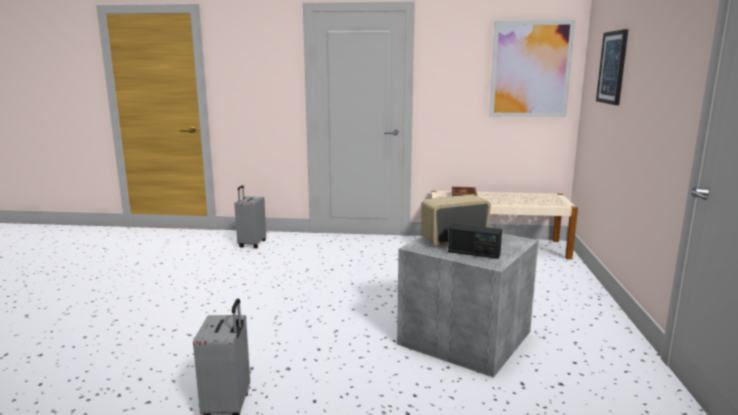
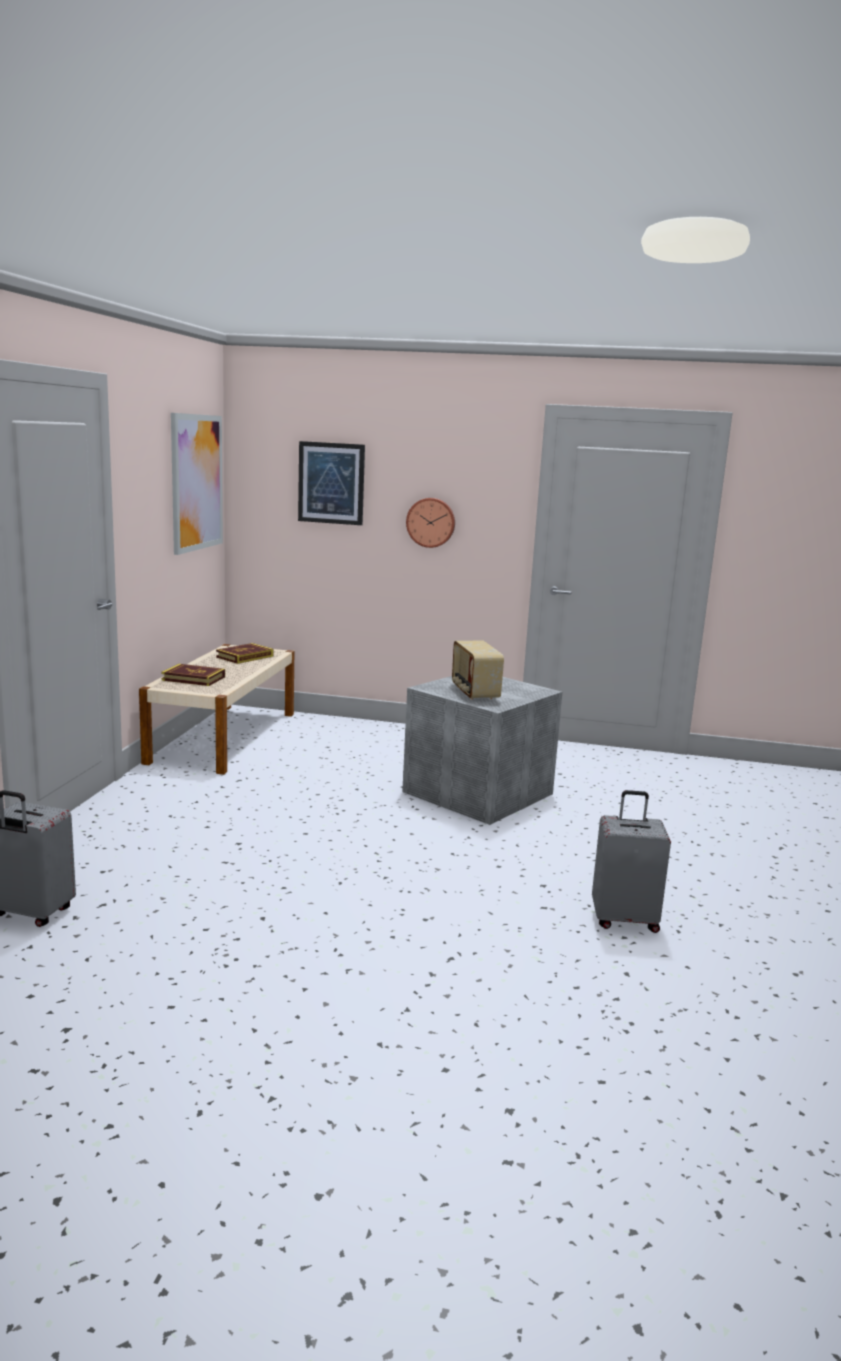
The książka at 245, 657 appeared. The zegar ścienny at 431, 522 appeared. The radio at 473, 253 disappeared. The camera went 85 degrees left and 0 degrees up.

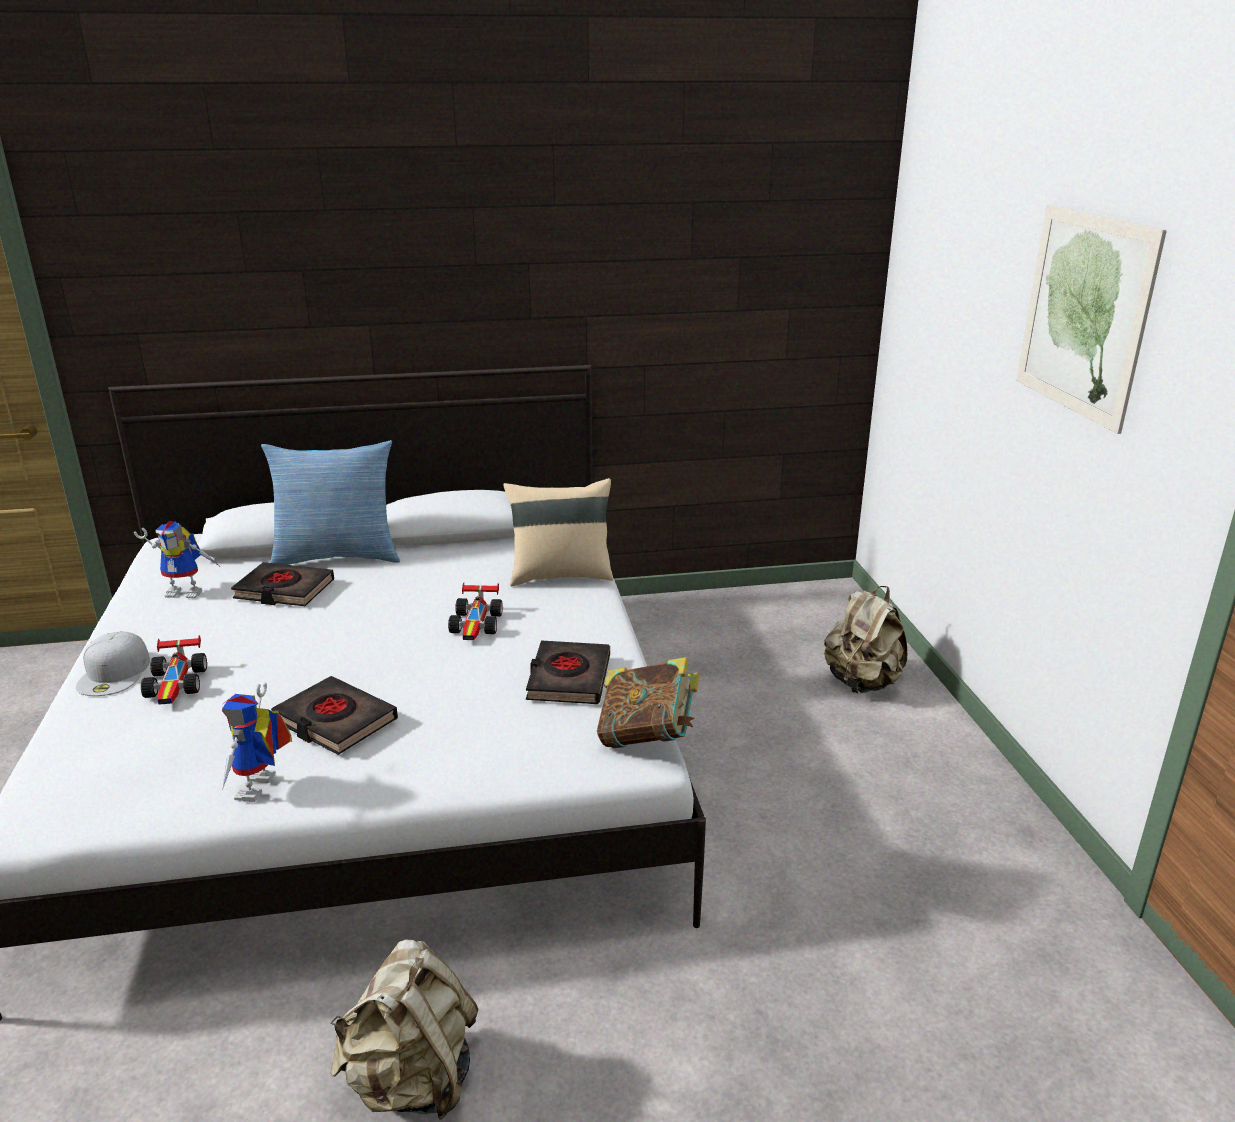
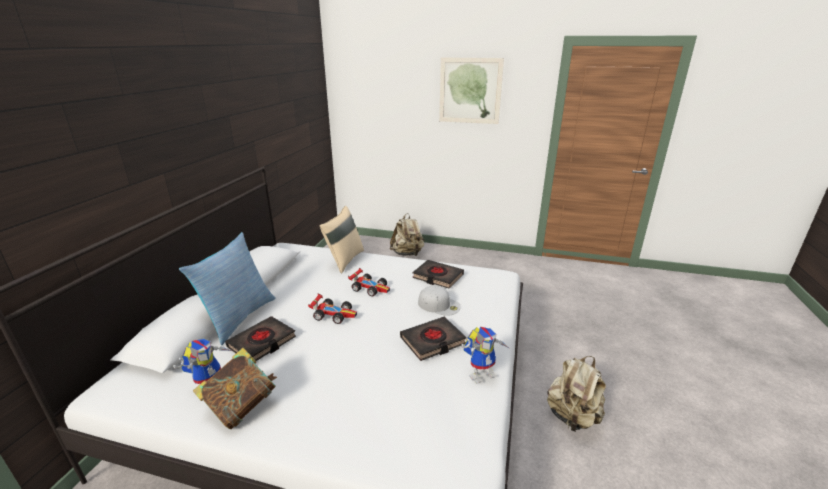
The książka moved from 648, 737 to 242, 406. The samochodzik moved from 178, 683 to 334, 314. The czapka z daszkiem/biały moved from 115, 673 to 439, 305. The robot zabawkowy at 261, 790 turned 60 degrees counterclockwise. The camera went 65 degrees left and 0 degrees up.

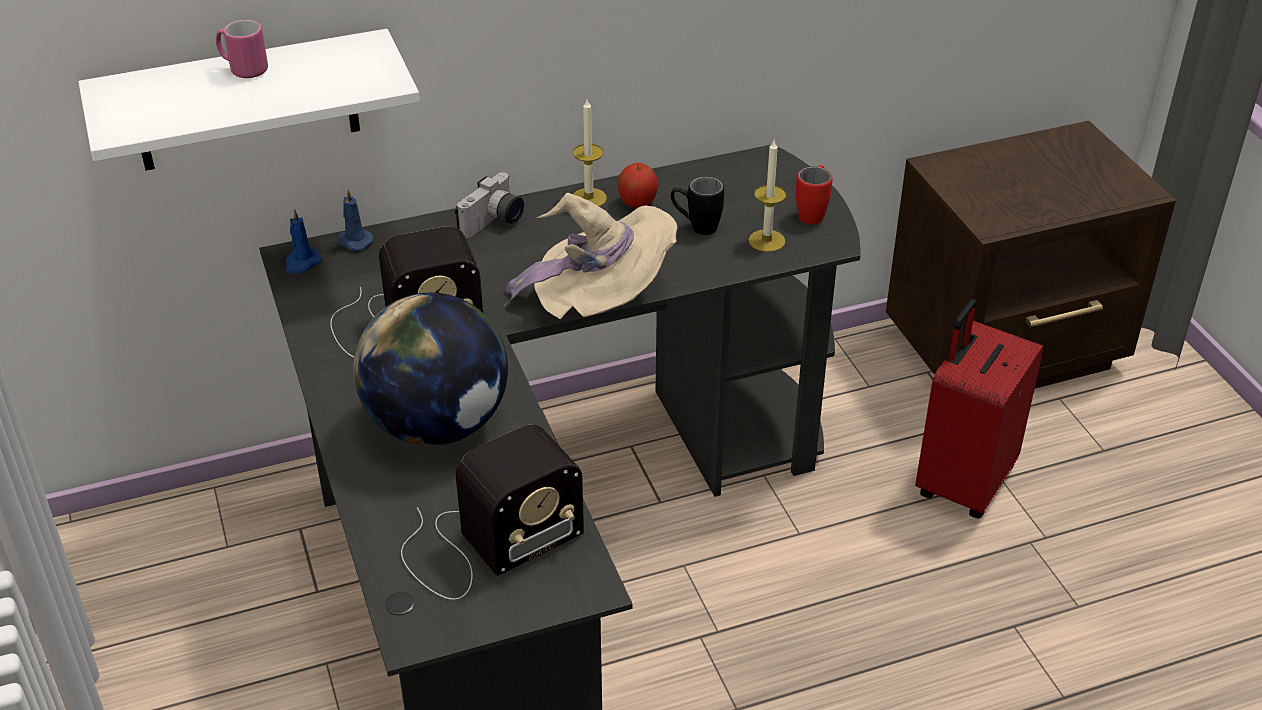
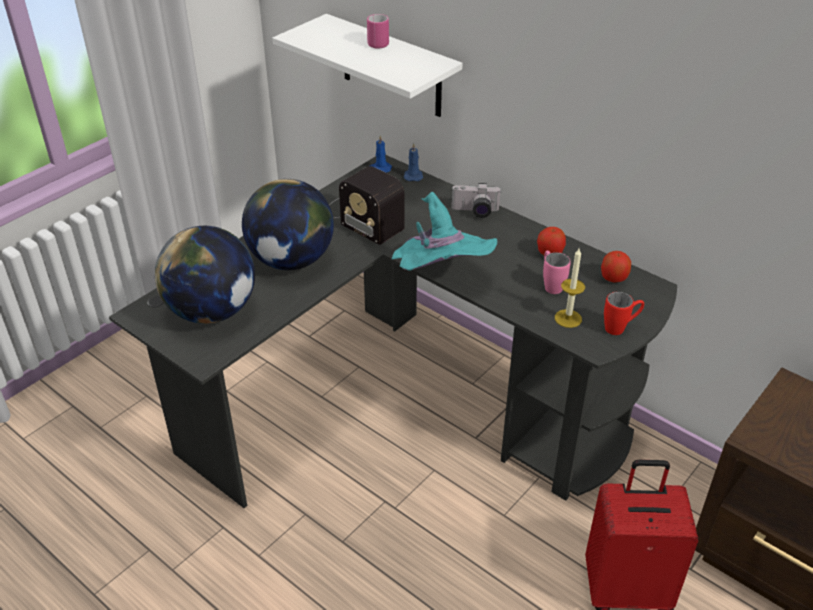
The radio at 485, 544 was replaced by the globus at 212, 311. The kapelusz/beżowy at 601, 304 became the kapelusz/turkusowy at 440, 276. The kubek/czarny at 696, 227 became the kubek/różowy at 551, 284. The jabłko at 613, 278 appeared. The świeca at 589, 198 disappeared. The camera went 60 degrees right and 0 degrees up.

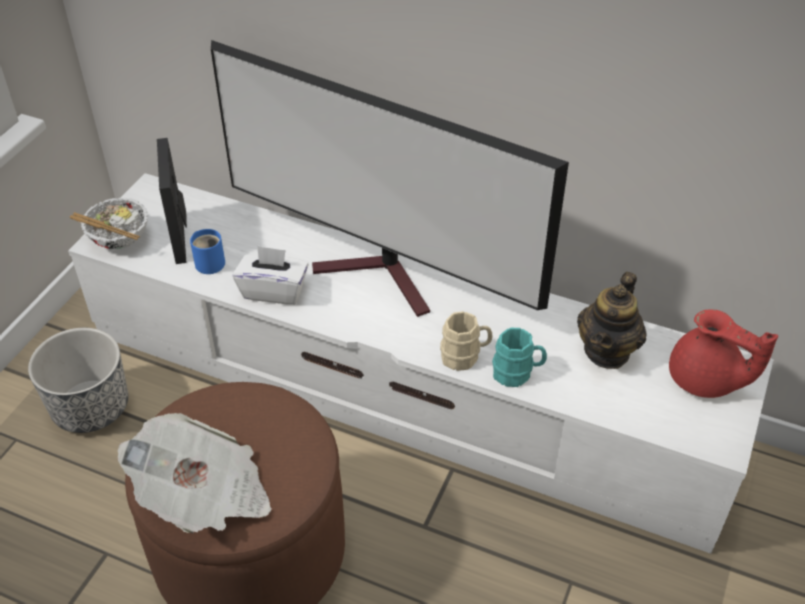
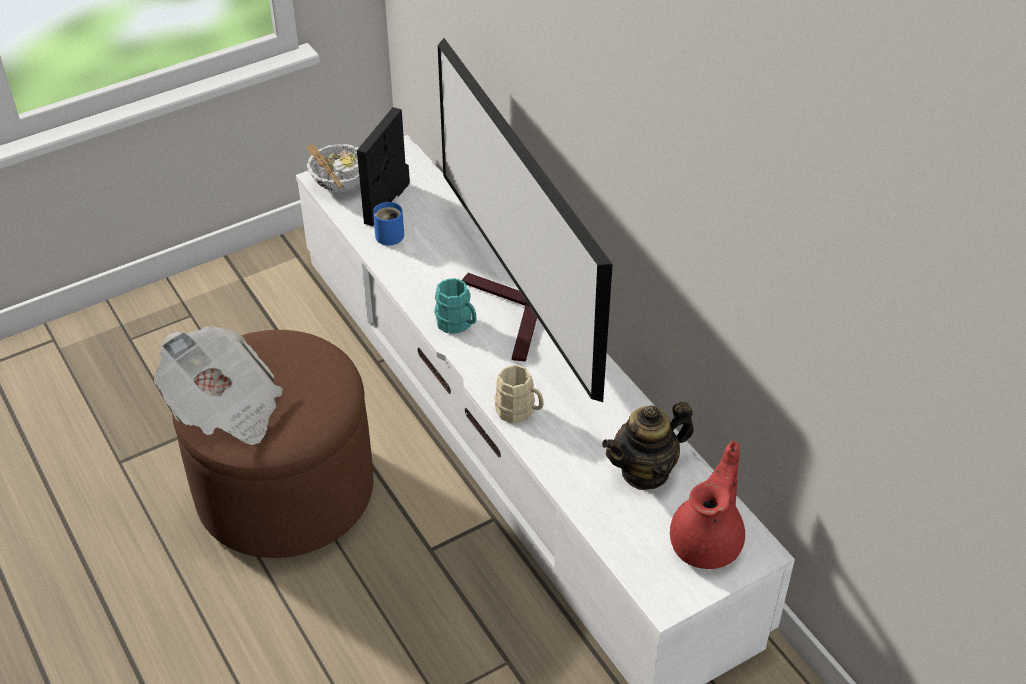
The kubek/turkusowy moved from 517, 373 to 457, 324. The imbryk/czerwony at 705, 380 turned 135 degrees counterclockwise. The donica at 91, 406 disappeared. The pudełko chusteczek/biały at 274, 290 disappeared. The camera went 35 degrees right and 0 degrees up.

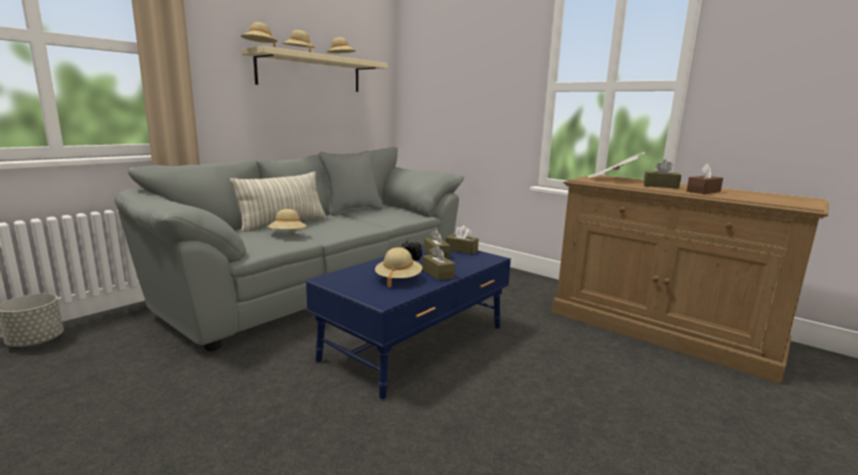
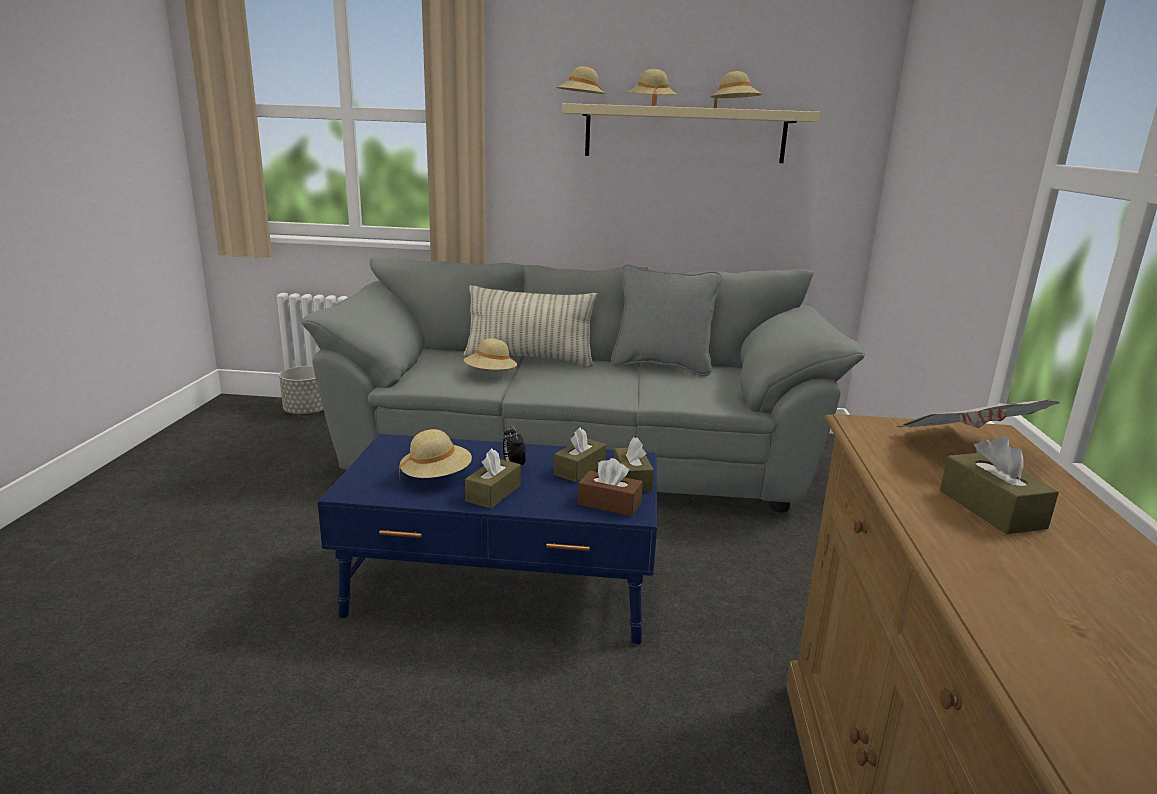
The pudełko chusteczek/brązowy moved from 703, 191 to 609, 504. The camera went 55 degrees right and 5 degrees up.

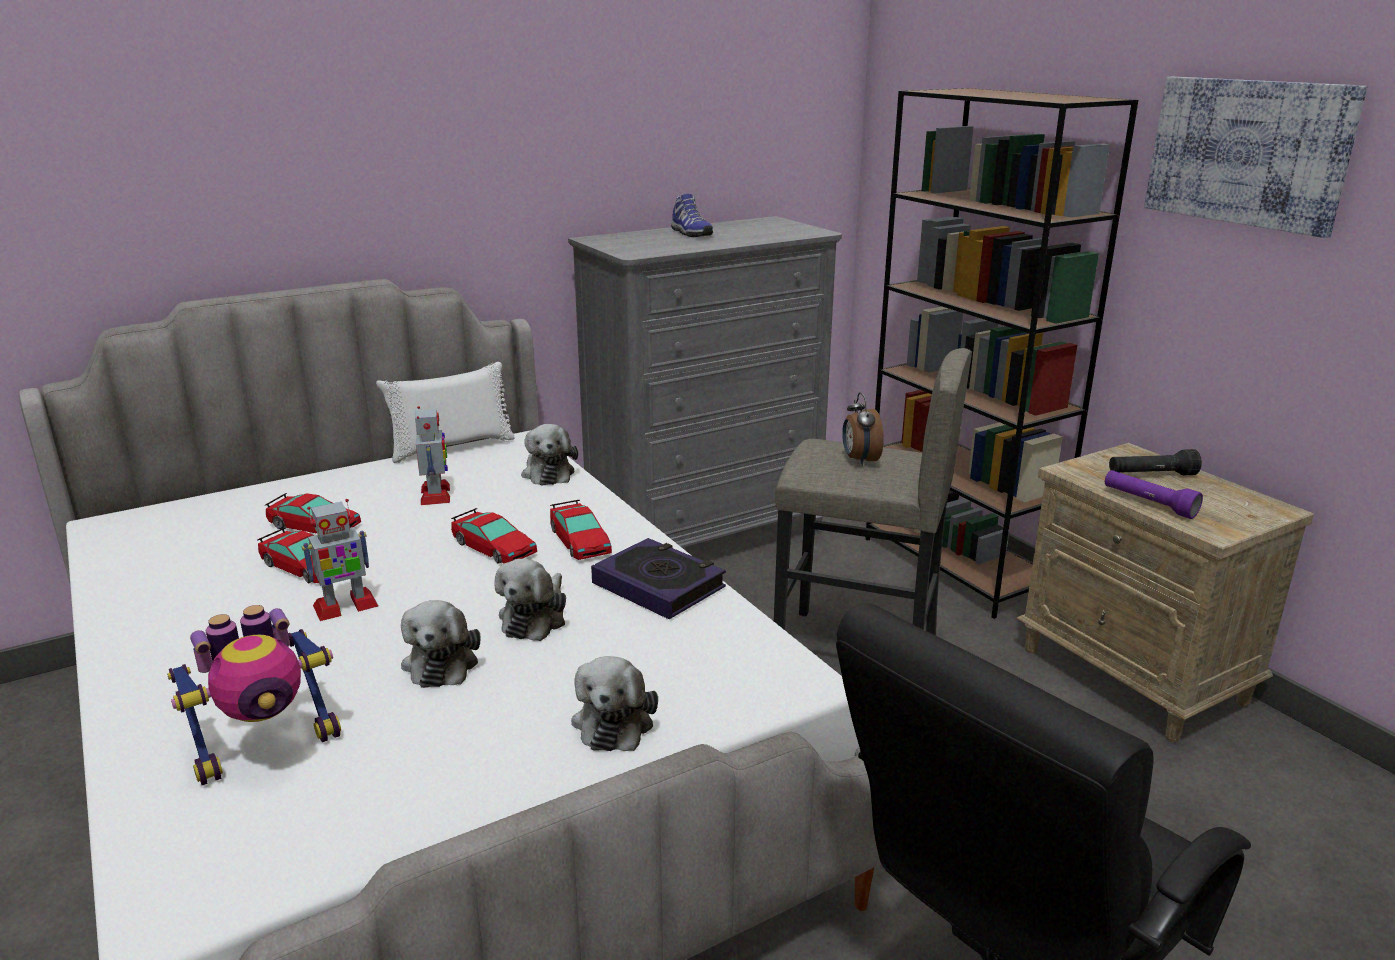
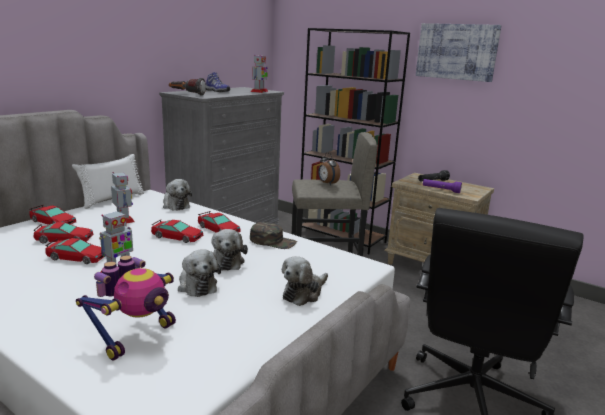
The samochodzik at 52, 222 appeared. The latarka at 187, 94 appeared. The książka at 659, 585 was replaced by the czapka z daszkiem/zielony at 273, 241. The robot zabawkowy at 259, 91 appeared. The pluszak at 614, 720 turned 60 degrees clockwise. The camera went 25 degrees left and 5 degrees down.

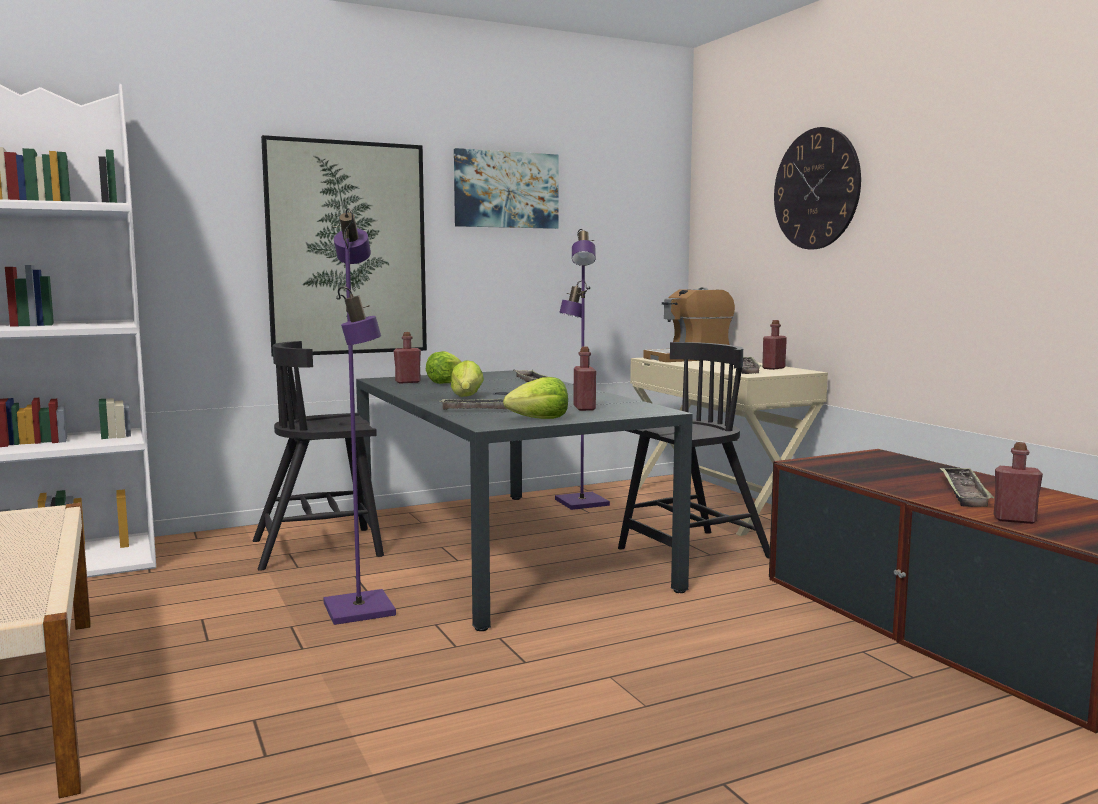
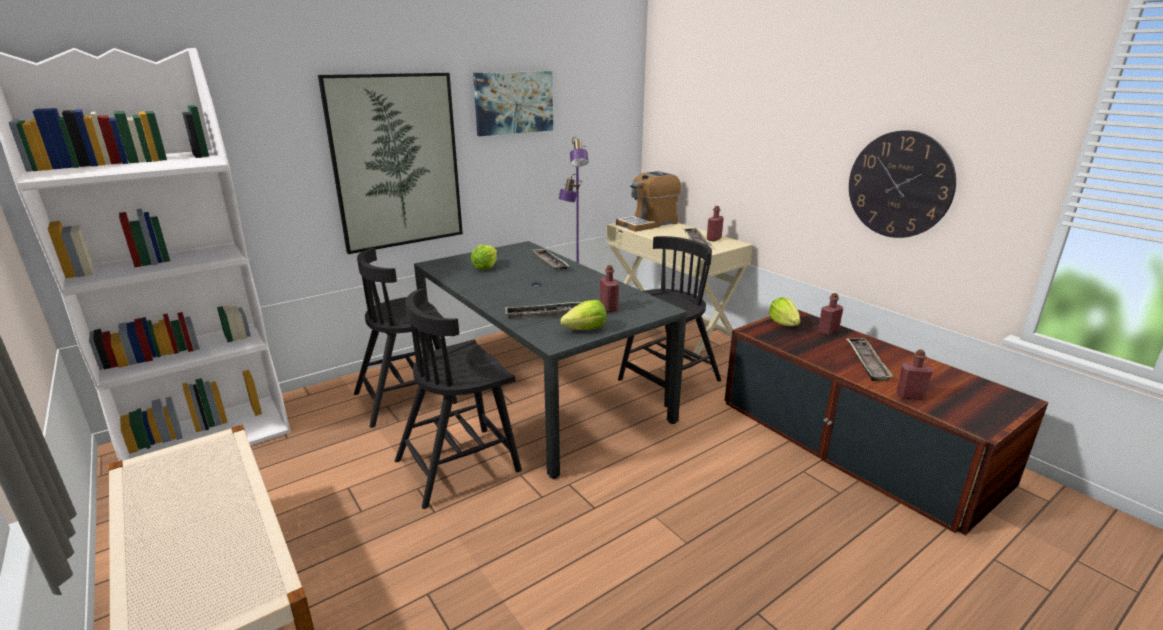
The lampa stojąca/fioletowy at 359, 609 was replaced by the krzesło/czarny at 460, 464. The sałata moved from 467, 396 to 783, 324. The butelka/czerwony moved from 408, 382 to 828, 332. The zegar ścienny moved from 816, 189 to 899, 185. The camera went 10 degrees left and 15 degrees up.

